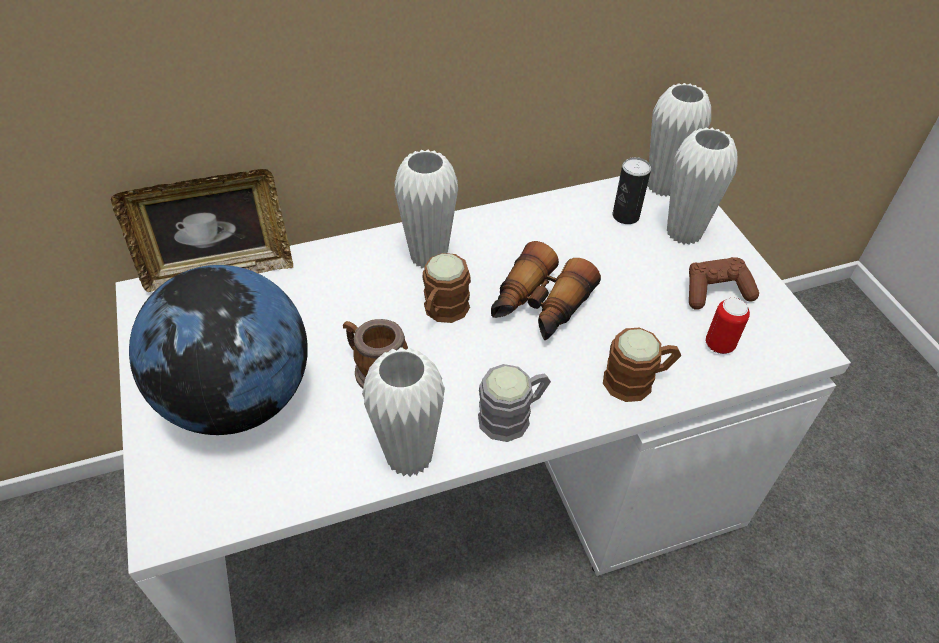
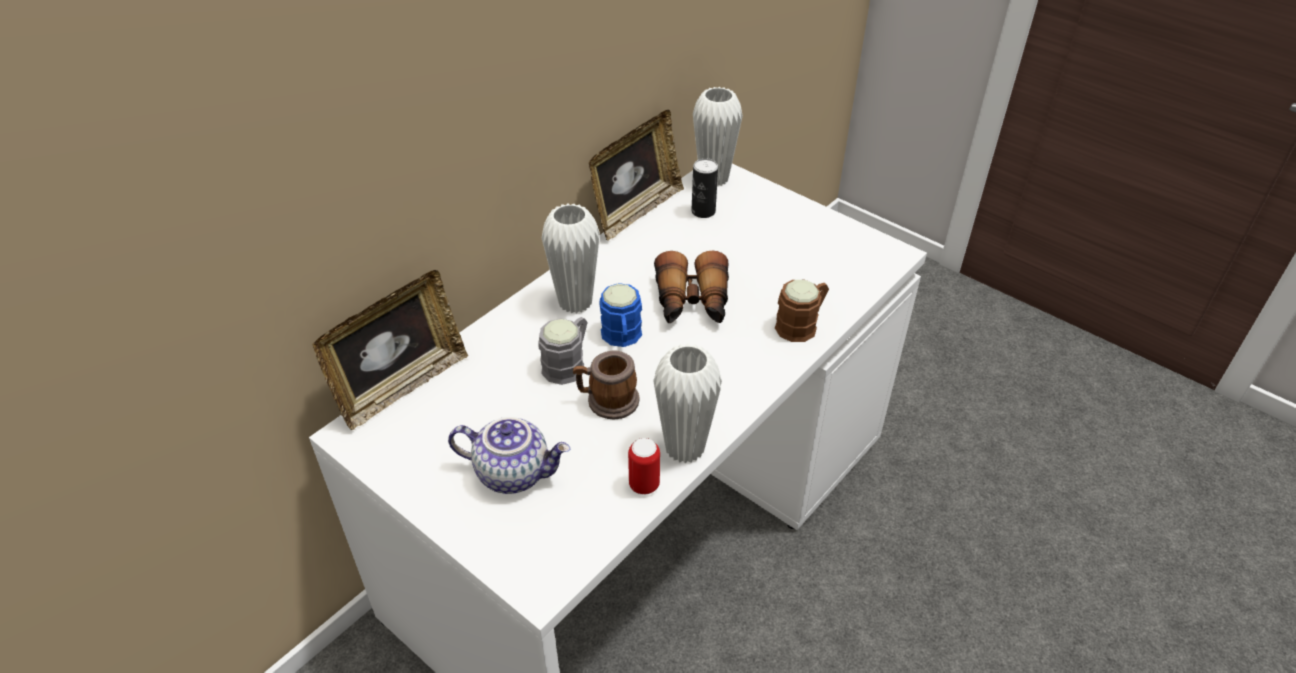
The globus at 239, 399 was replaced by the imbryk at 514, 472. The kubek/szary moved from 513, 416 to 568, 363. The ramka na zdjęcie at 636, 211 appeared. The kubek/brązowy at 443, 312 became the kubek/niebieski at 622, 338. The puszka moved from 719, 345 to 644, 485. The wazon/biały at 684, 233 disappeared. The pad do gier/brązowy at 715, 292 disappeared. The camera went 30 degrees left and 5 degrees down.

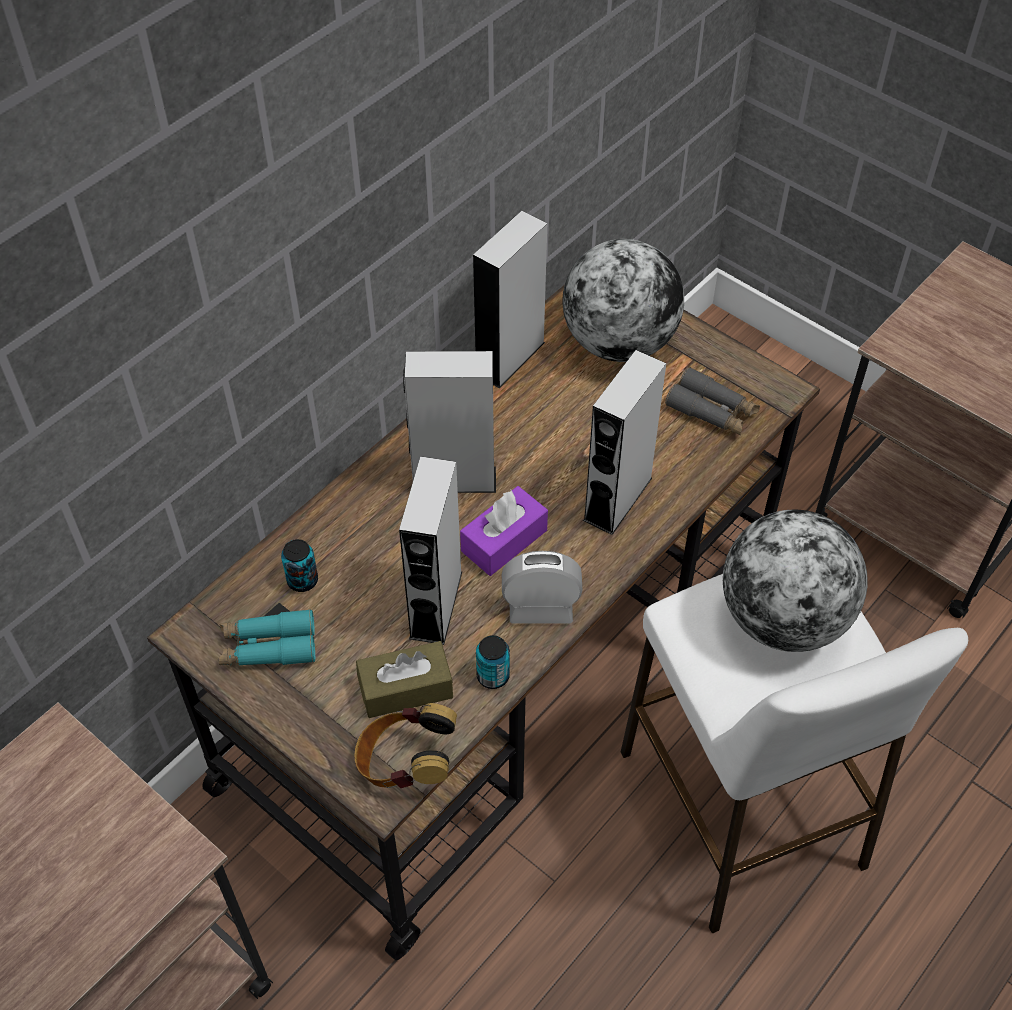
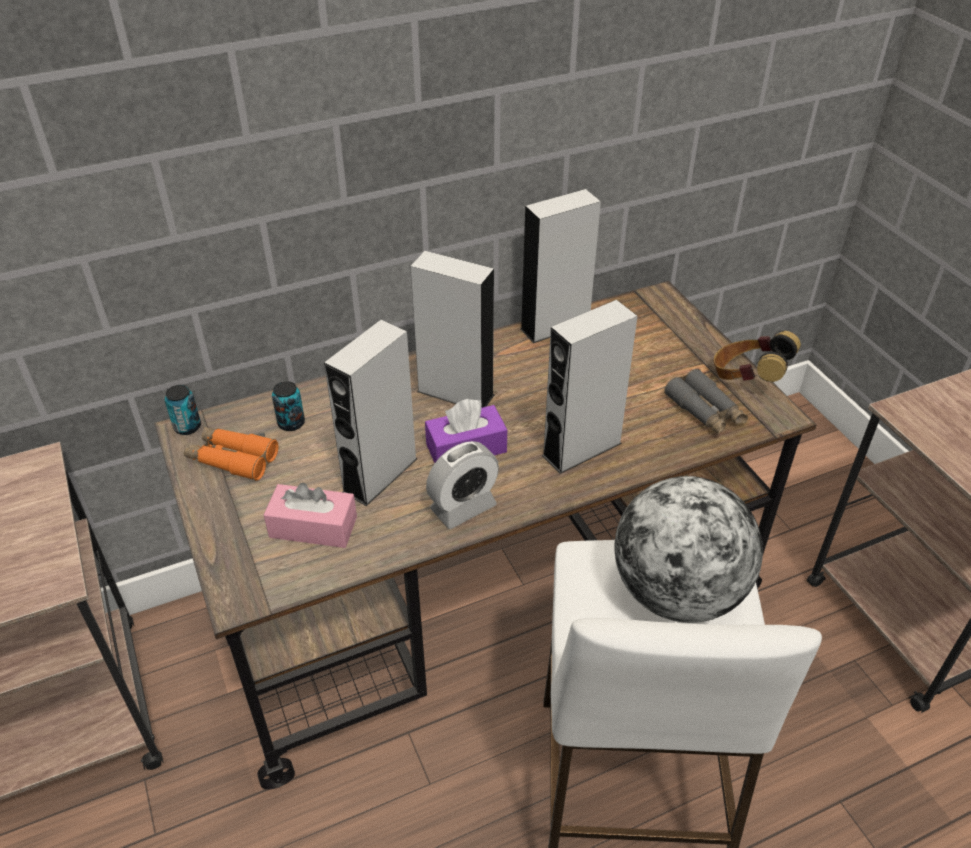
The puszka moved from 493, 676 to 187, 427. The lornetka/turkusowy at 268, 647 became the lornetka/pomarańczowy at 232, 459. The pudełko chusteczek/brązowy at 405, 688 became the pudełko chusteczek/różowy at 313, 527. The budzik at 540, 608 turned 120 degrees clockwise. The słuchawki moved from 405, 764 to 747, 378. The globus at 619, 343 disappeared. The camera went 25 degrees right and 10 degrees down.

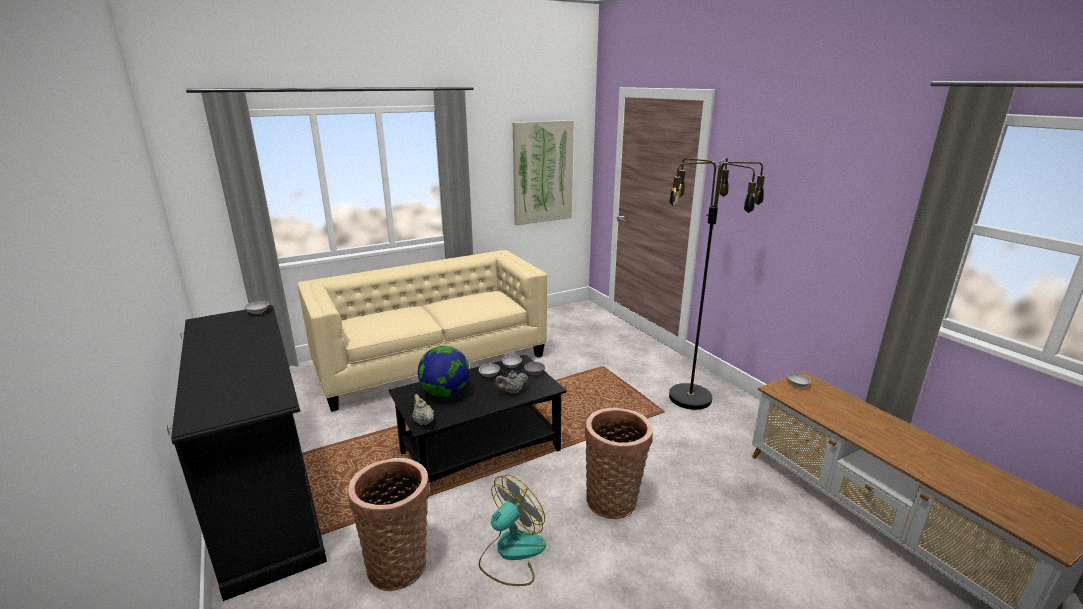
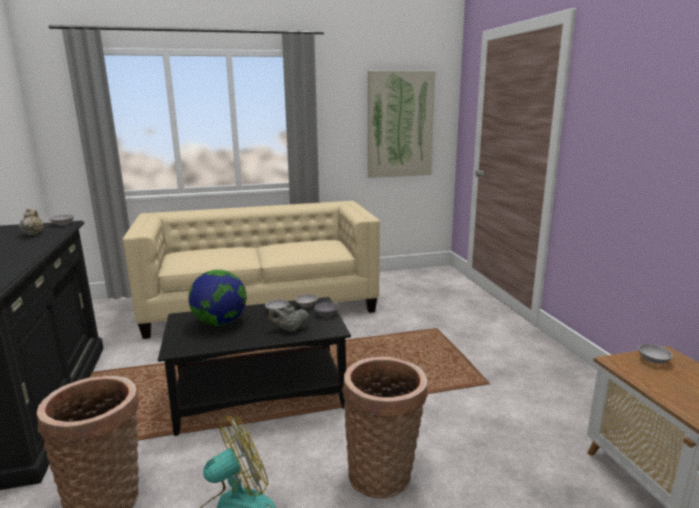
The imbryk/beżowy moved from 423, 421 to 33, 234. The lampa stojąca at 690, 397 disappeared. The camera went 15 degrees right and 5 degrees down.

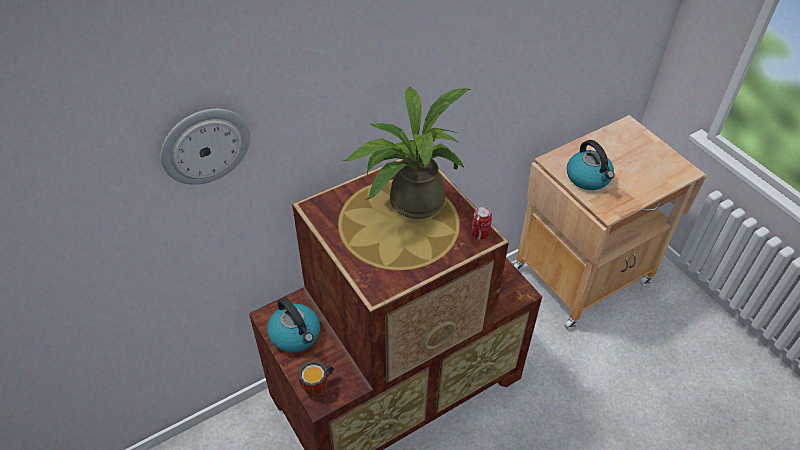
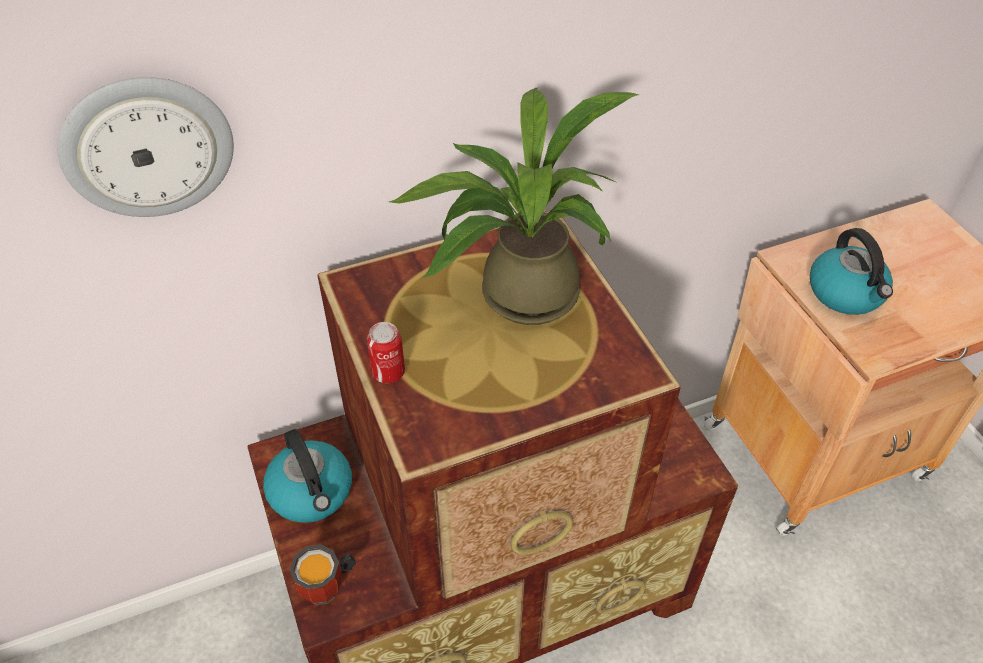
The puszka moved from 480, 234 to 388, 372. The camera went 10 degrees right and 0 degrees up.

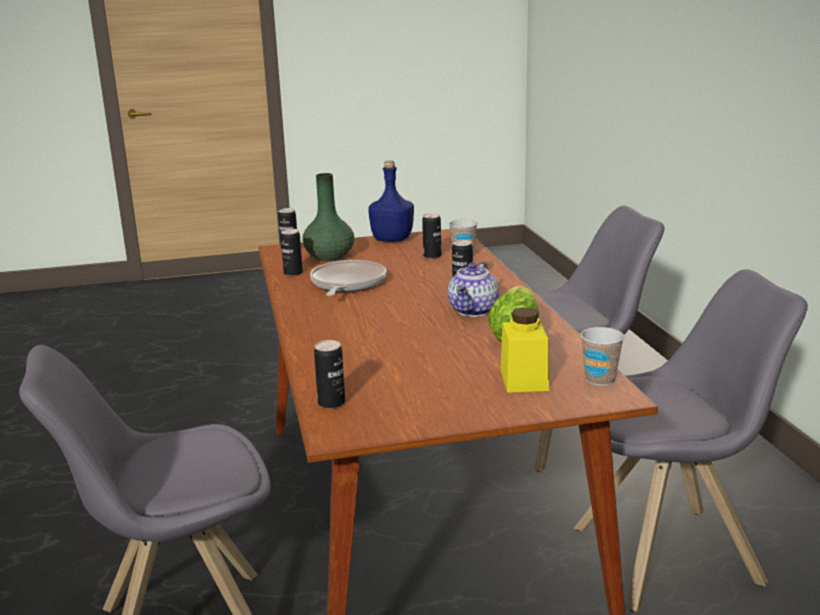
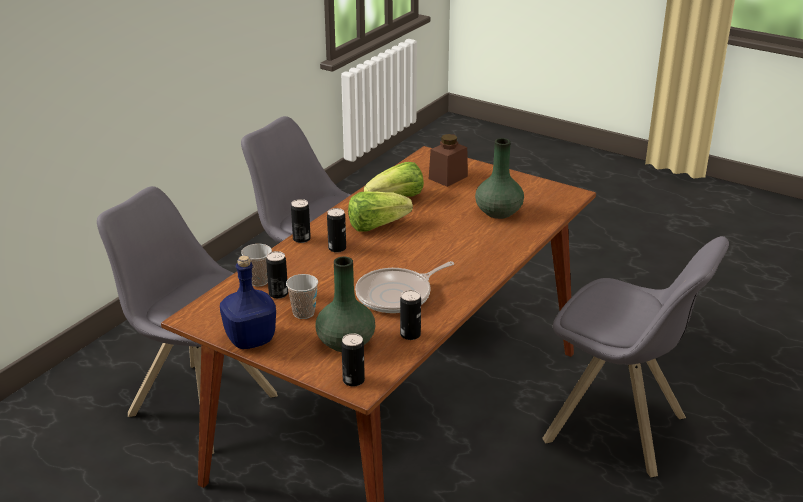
The filiżanka moved from 600, 380 to 303, 313. The puszka moved from 331, 403 to 301, 239. The imbryk at 474, 311 was replaced by the sałata at 376, 225. The słoik/żółty at 524, 380 became the słoik/brązowy at 448, 177. The wazon/zielony at 498, 212 appeared. The camera went 135 degrees left and 10 degrees up.

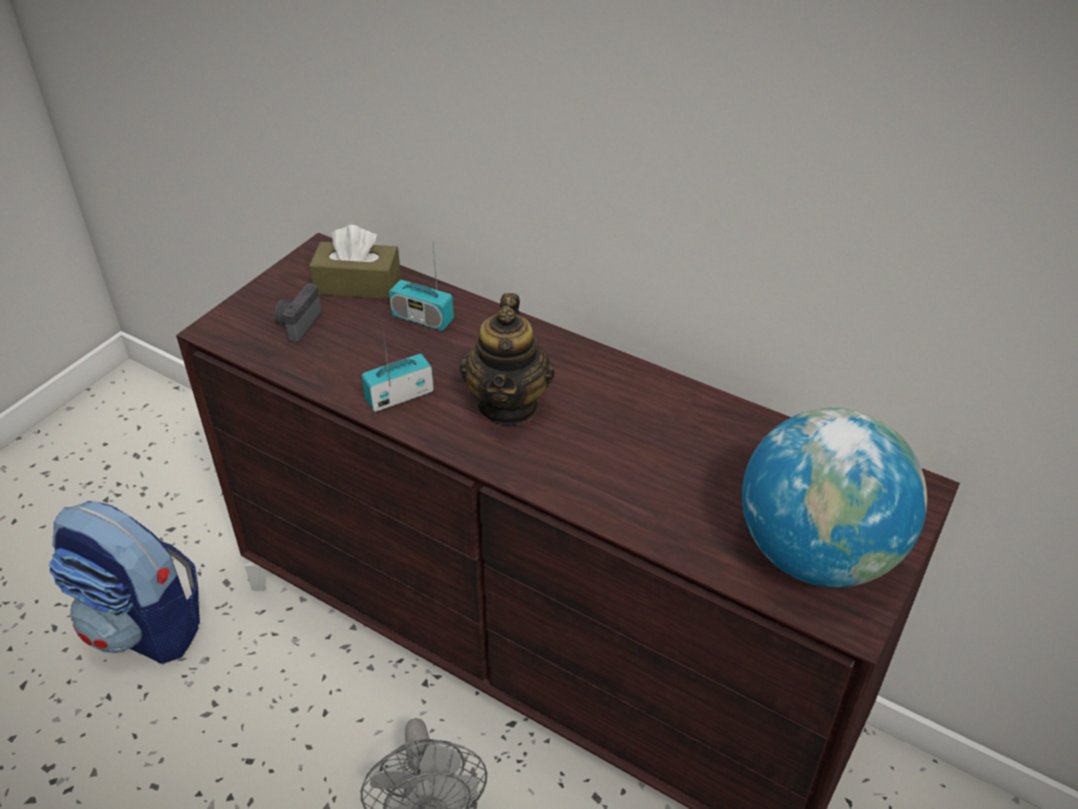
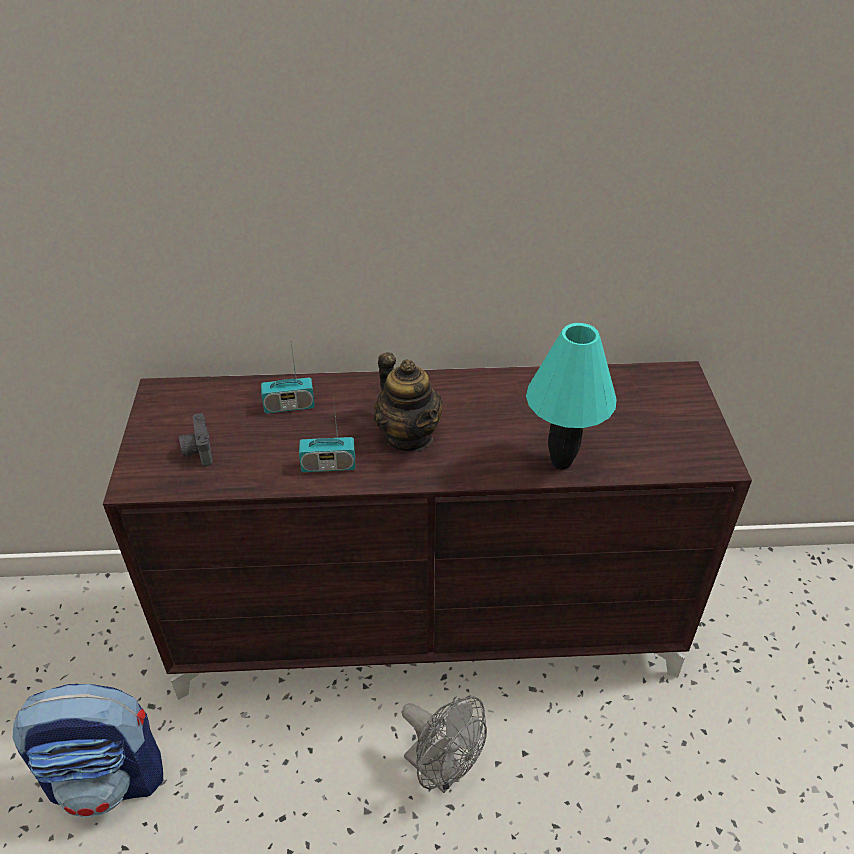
The radio at 399, 396 turned 120 degrees counterclockwise. The lampa stołowa/turkusowy at 561, 463 appeared. The pudełko chusteczek/brązowy at 358, 284 disappeared. The globus at 816, 554 disappeared. The camera went 35 degrees left and 0 degrees up.

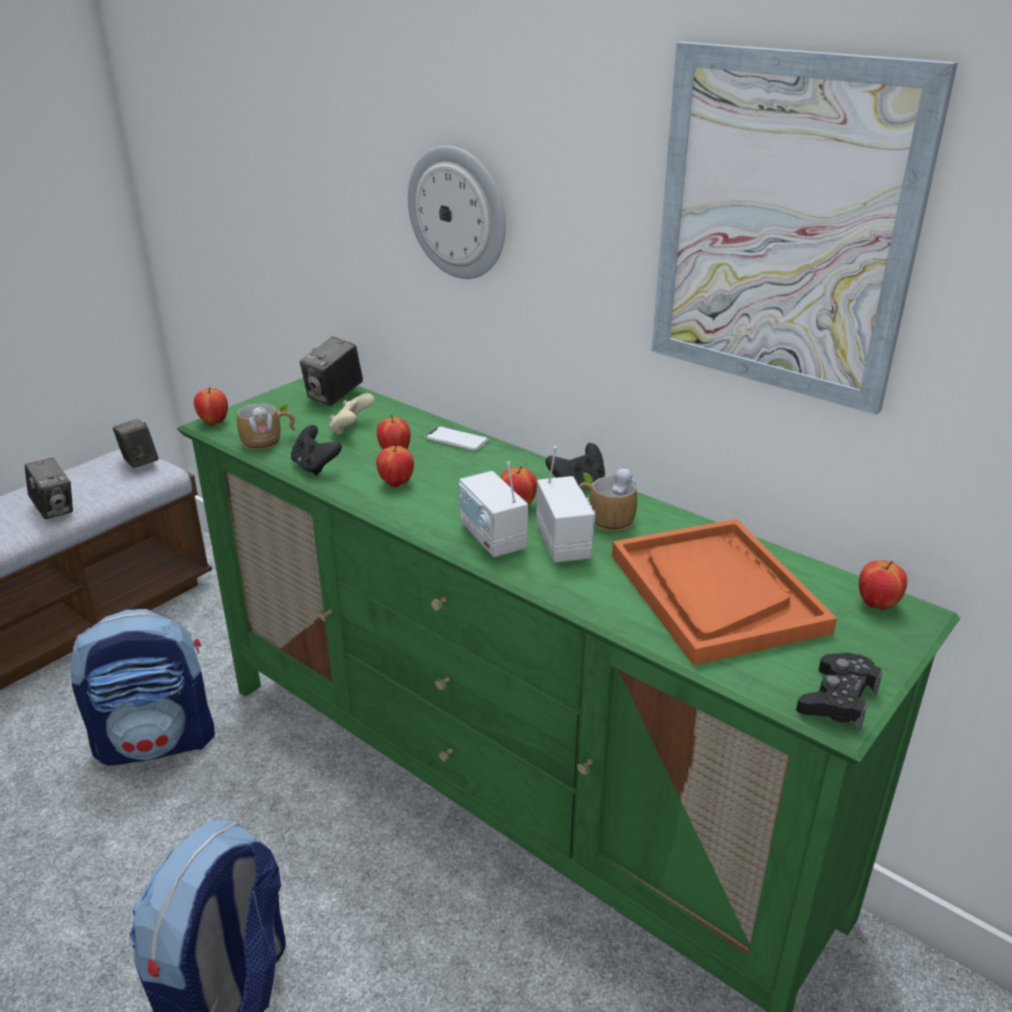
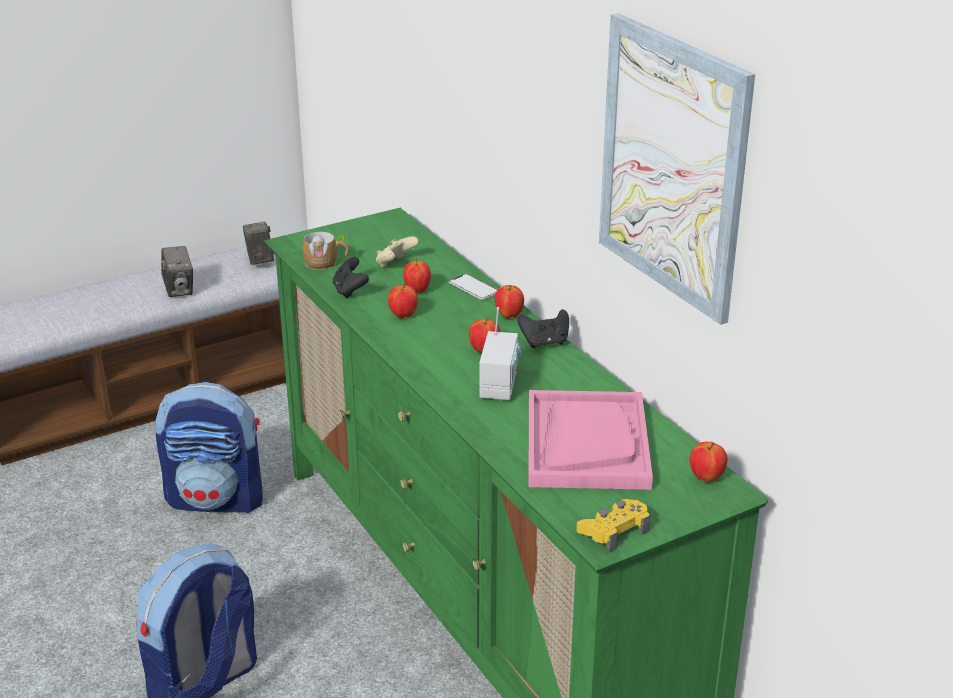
The jabłko moved from 214, 422 to 509, 315. The taca/pomarańczowy at 715, 592 became the taca/różowy at 586, 443. The pad do gier/czarny at 838, 699 became the pad do gier/żółty at 614, 530. The aparat fotograficzny at 334, 396 disappeared. The zegar ścienny at 458, 213 disappeared. The radio at 492, 538 disappeared. The kubek at 604, 516 disappeared. The camera went 20 degrees right and 0 degrees up.

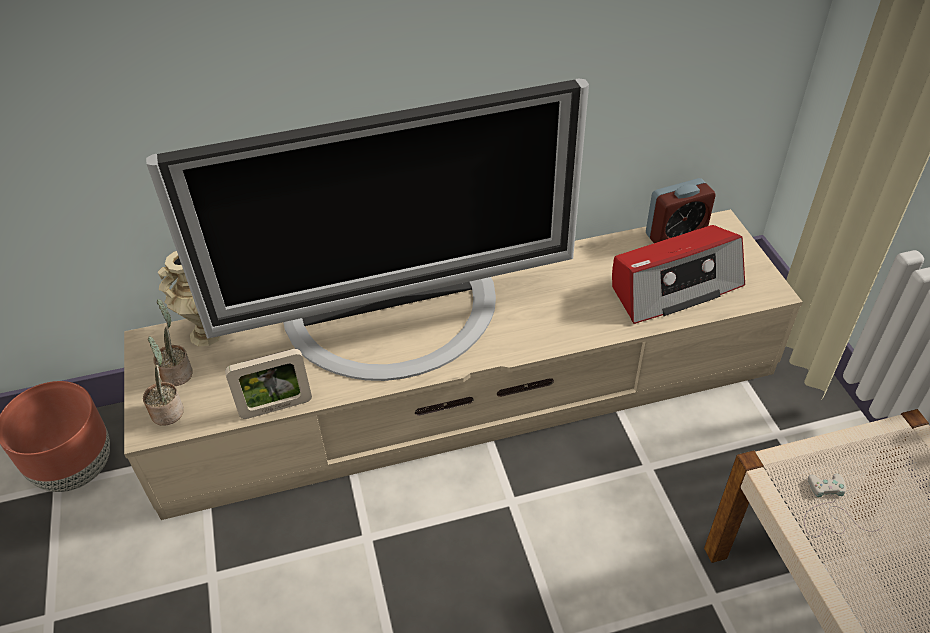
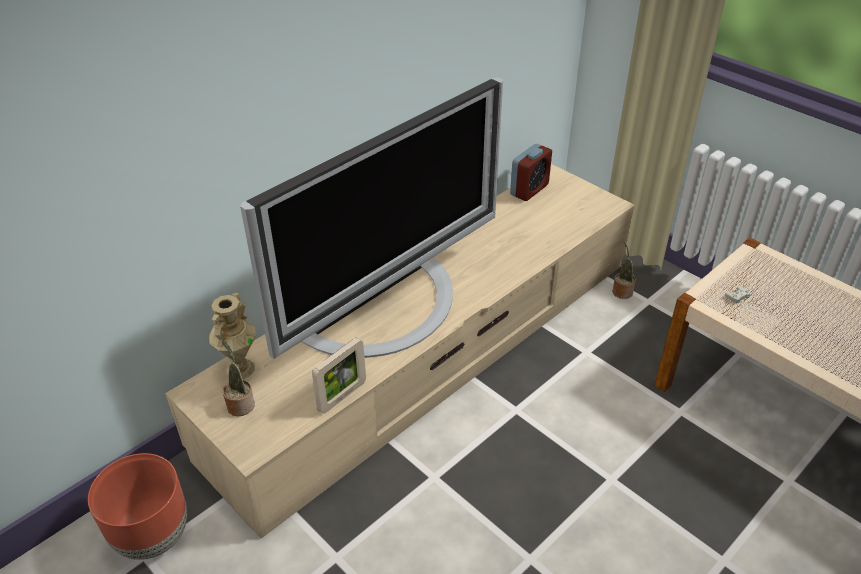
The roślina doniczkowa moved from 168, 410 to 621, 291. The radio at 674, 286 disappeared. The camera went 30 degrees left and 5 degrees down.

